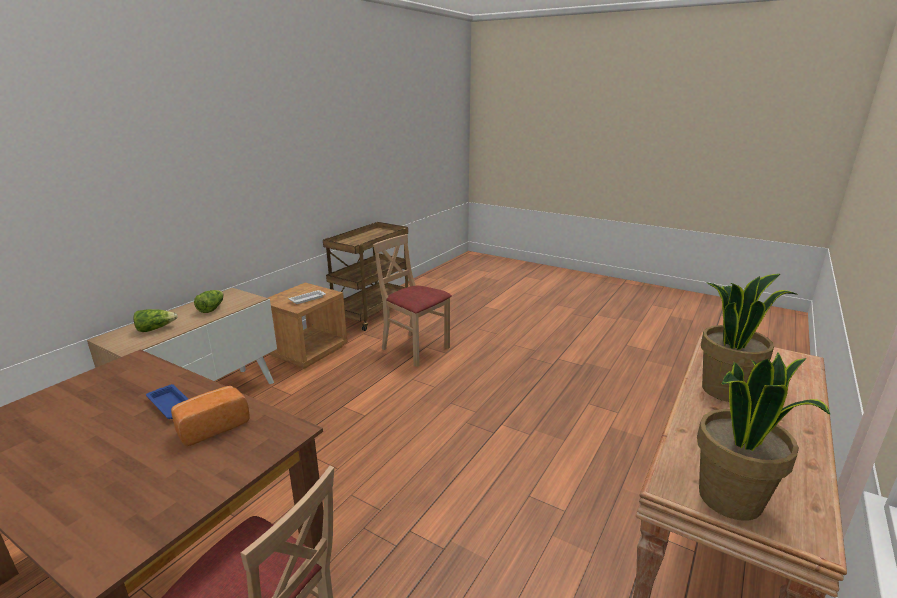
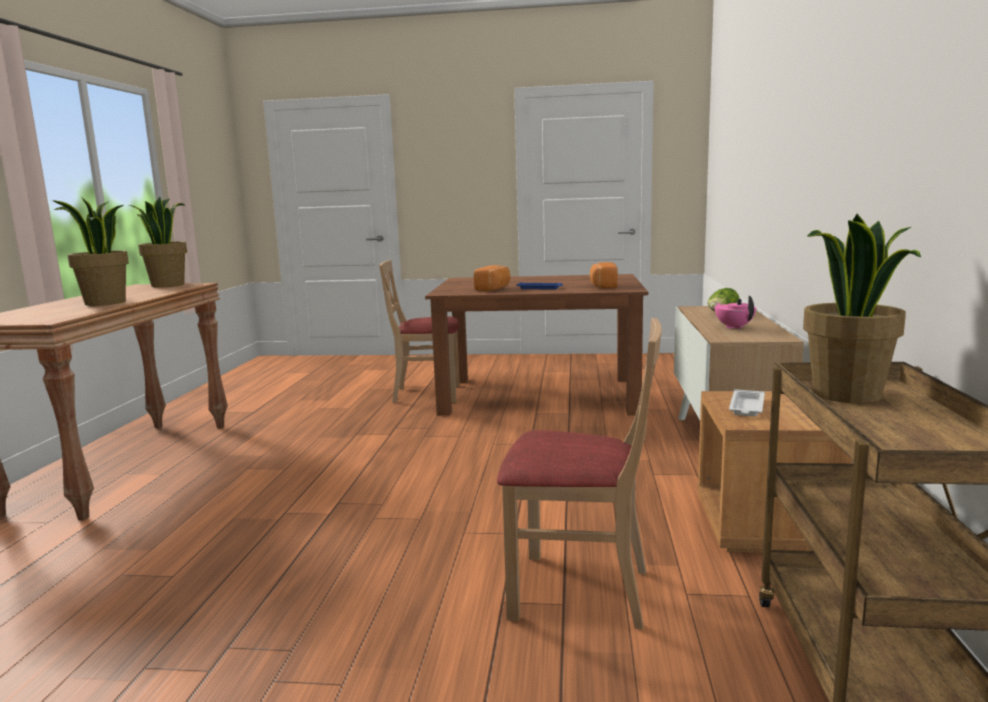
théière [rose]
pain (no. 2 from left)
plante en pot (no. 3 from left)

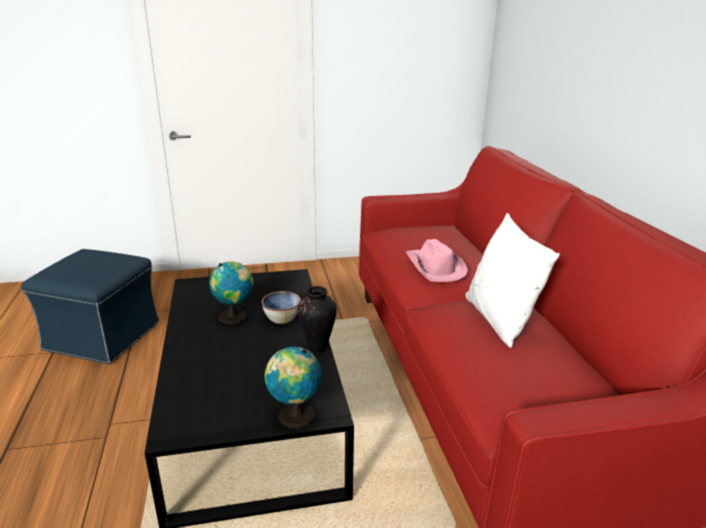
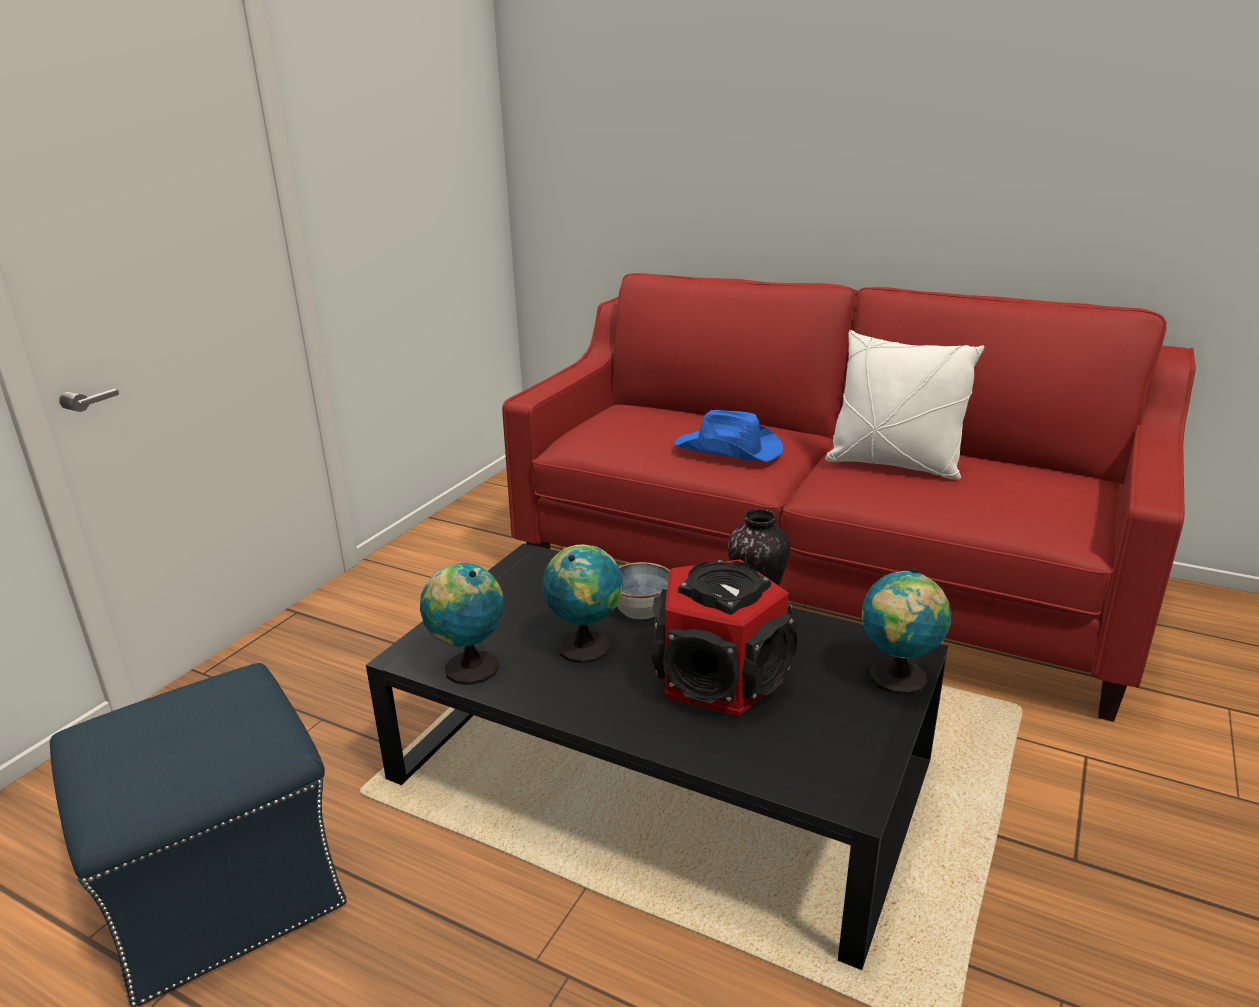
chapeau [bleu]
globe (no. 1 from left)
enceinte

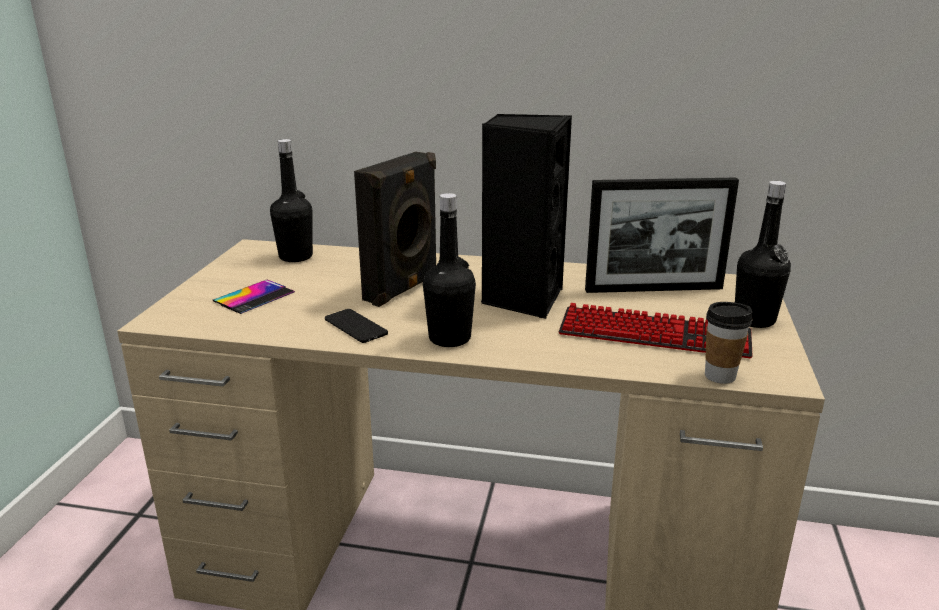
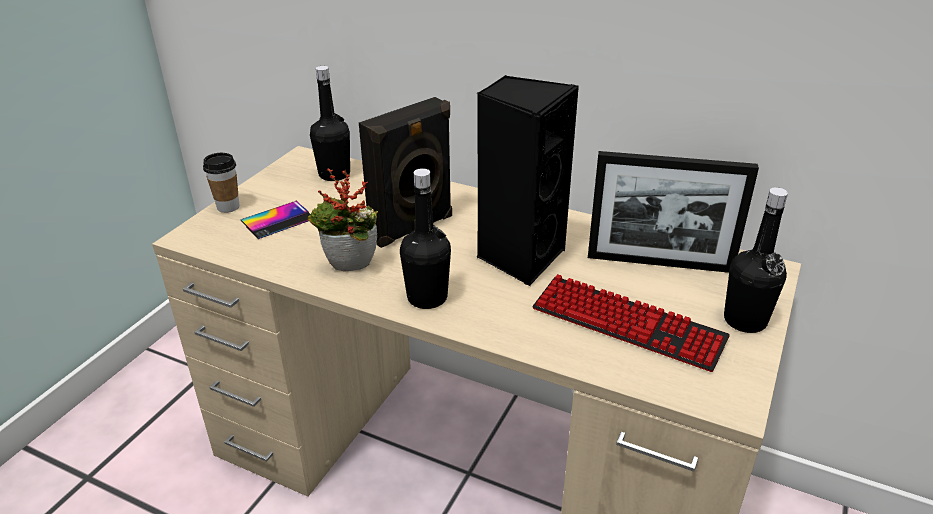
plante en pot
tasse

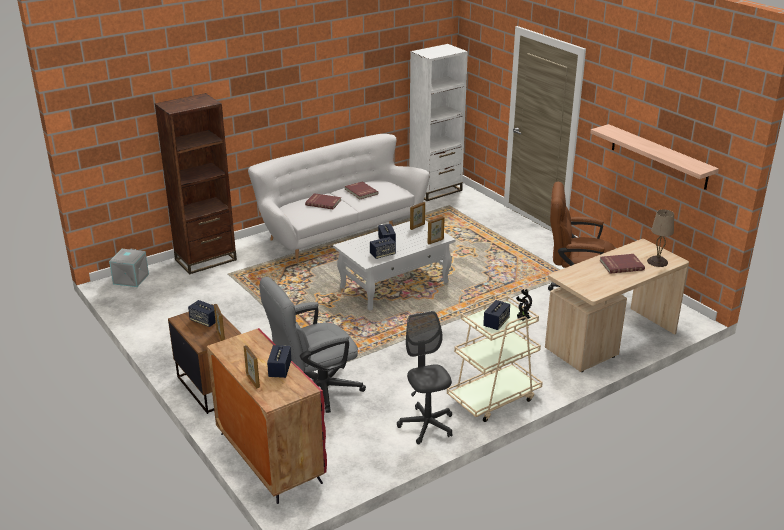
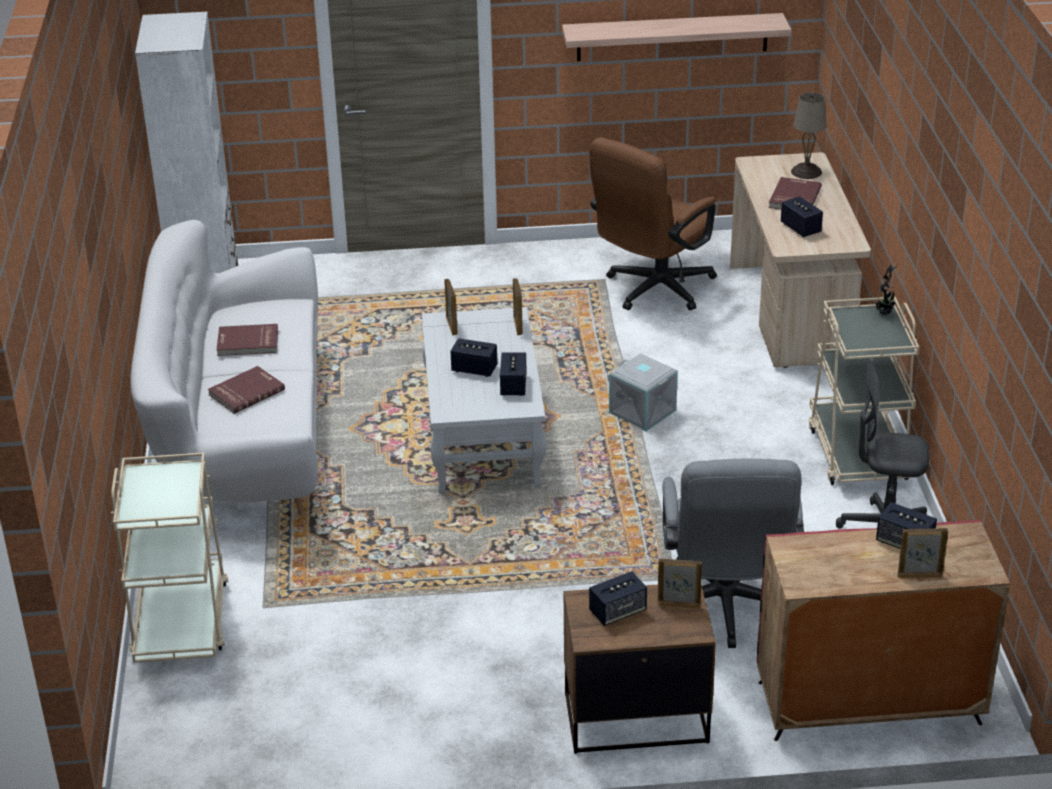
boîte de rangement [gris]
chariot [beige] (no. 1 from left)
enceinte (no. 4 from left)

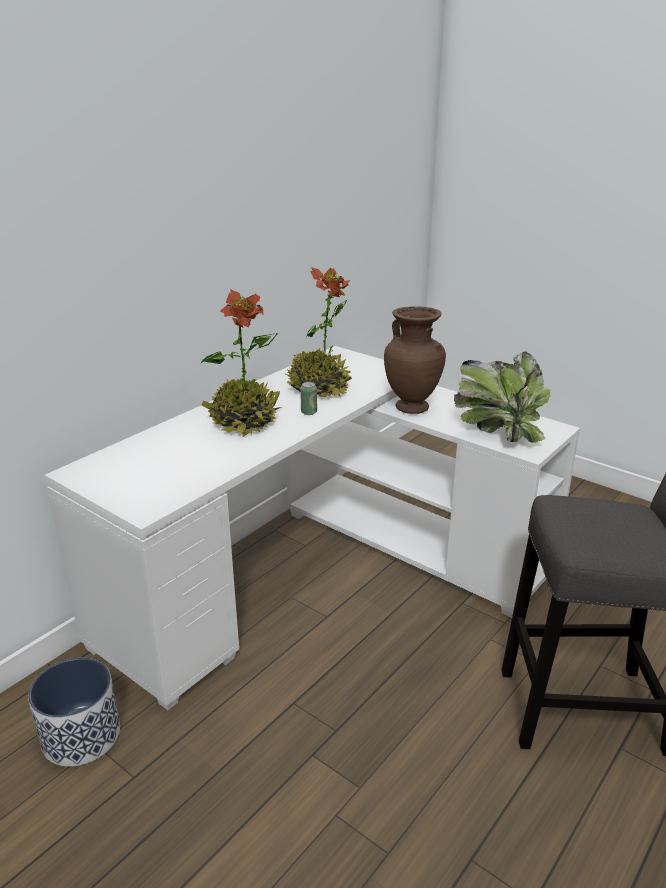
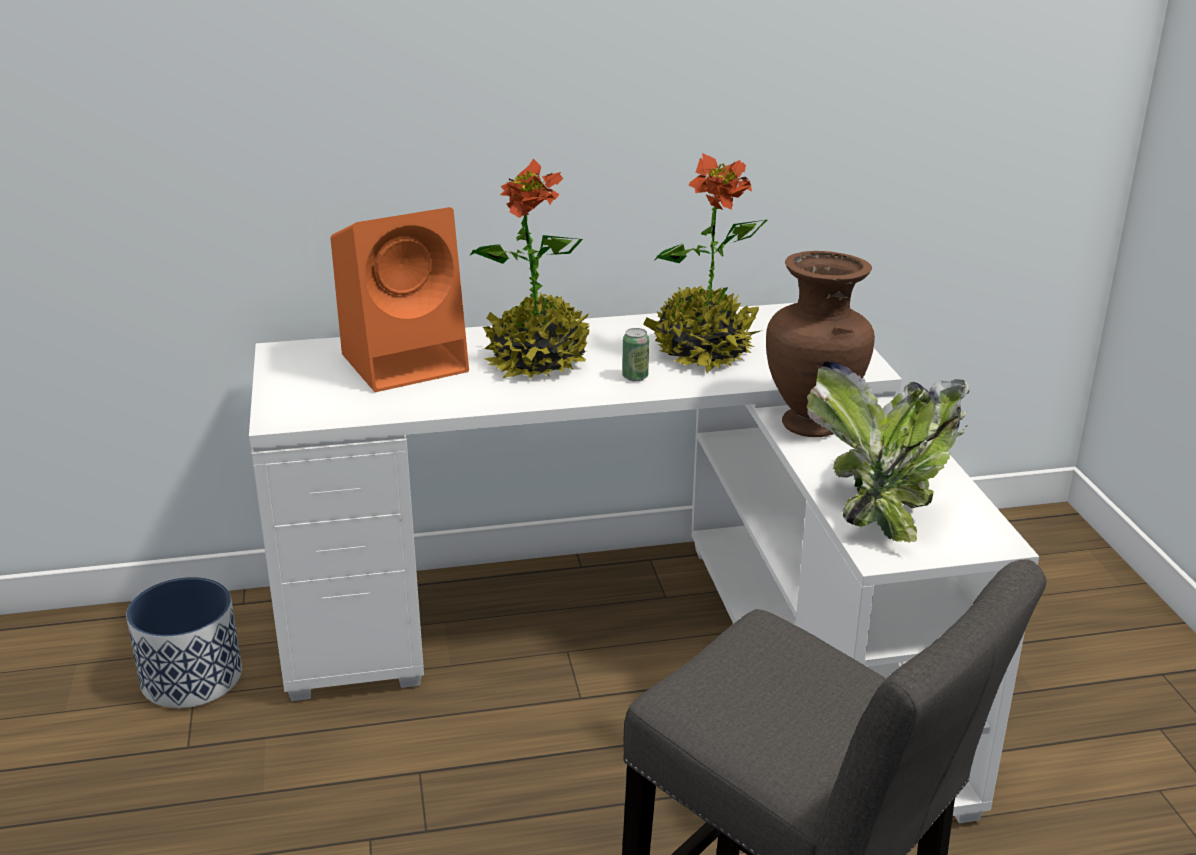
enceinte [orange]

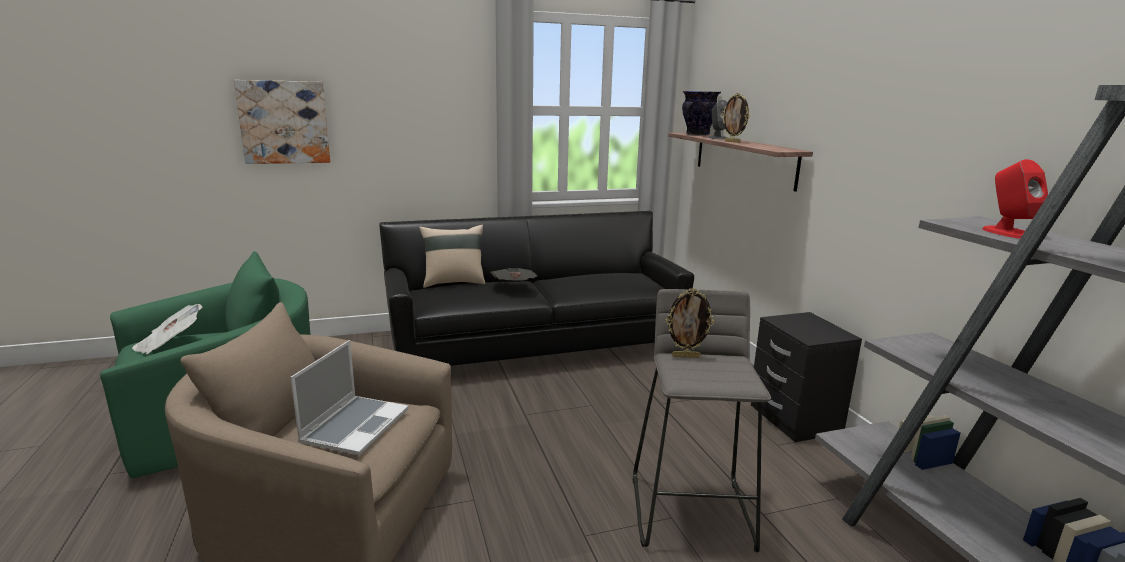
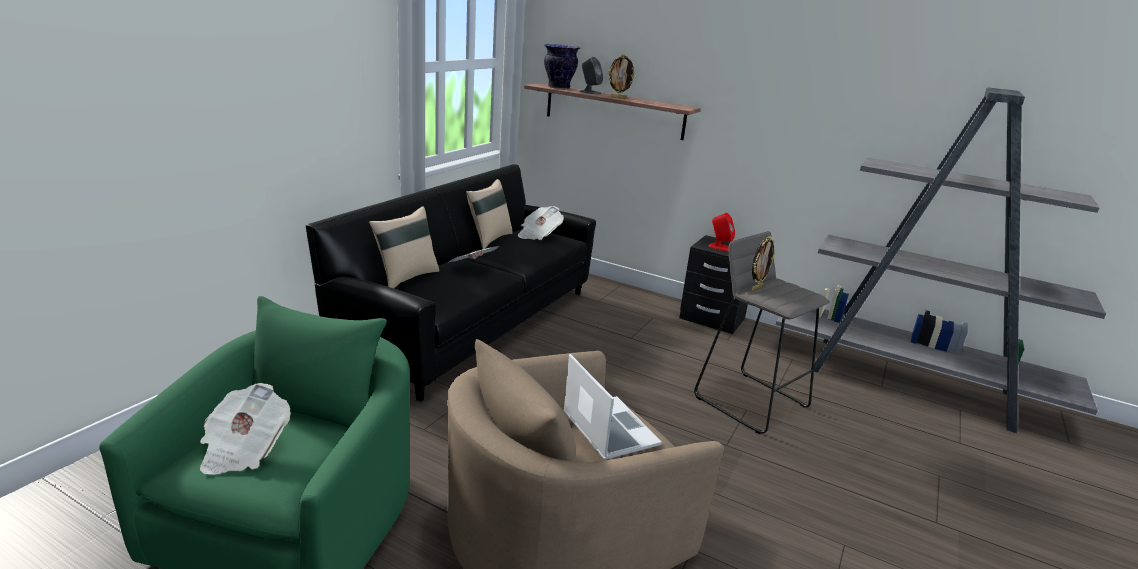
tableau
enceinte [rouge]
coussin [beige] (no. 2 from left)
journal (no. 3 from left)

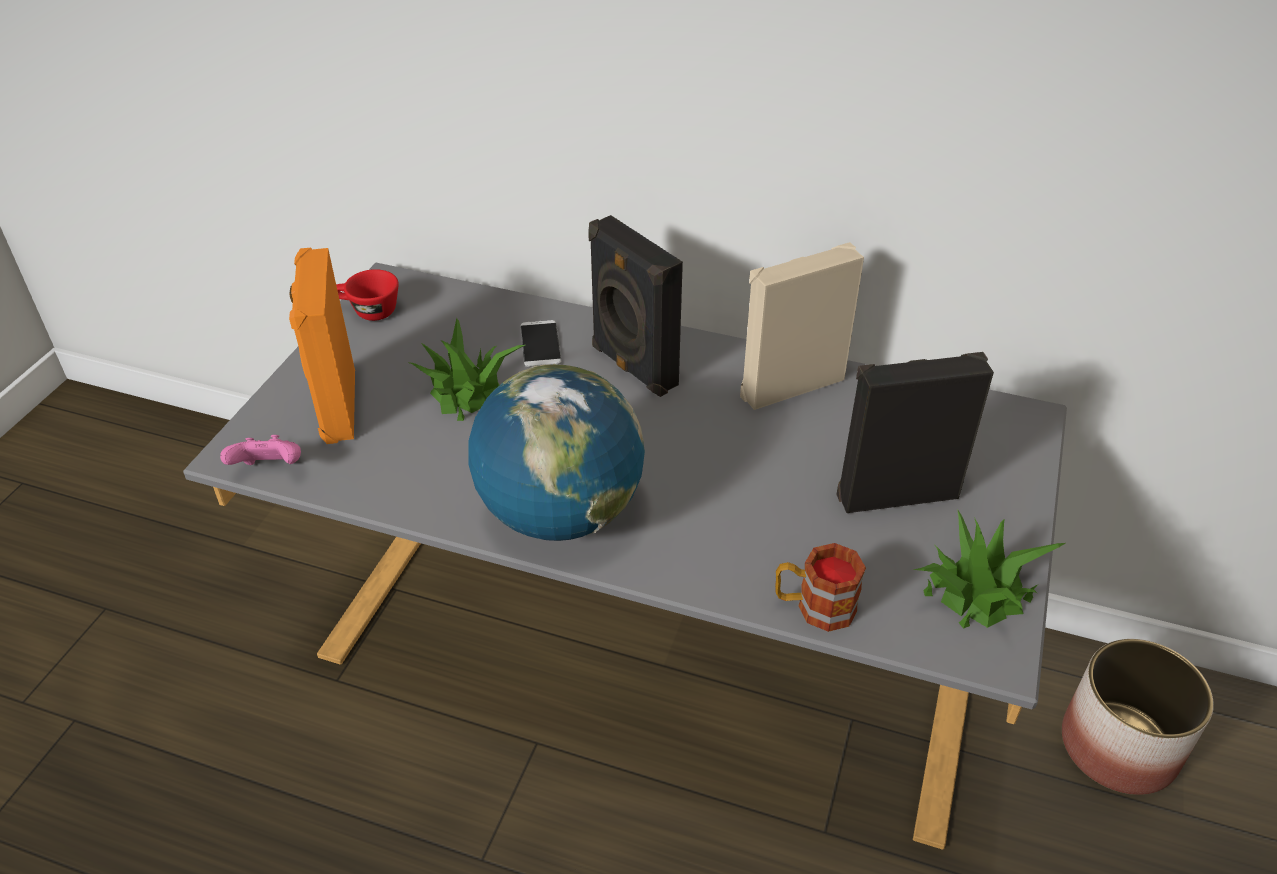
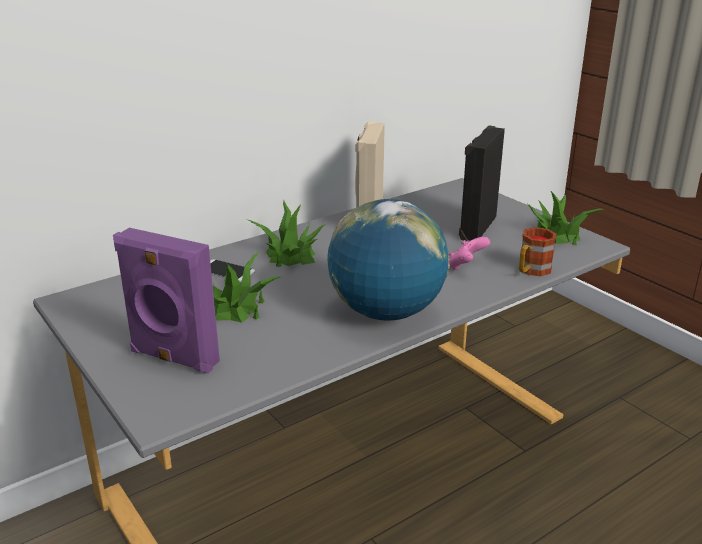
manette [rose]
enceinte [violet]
tasse [rouge]
plante en pot (no. 2 from left)
cache-pot

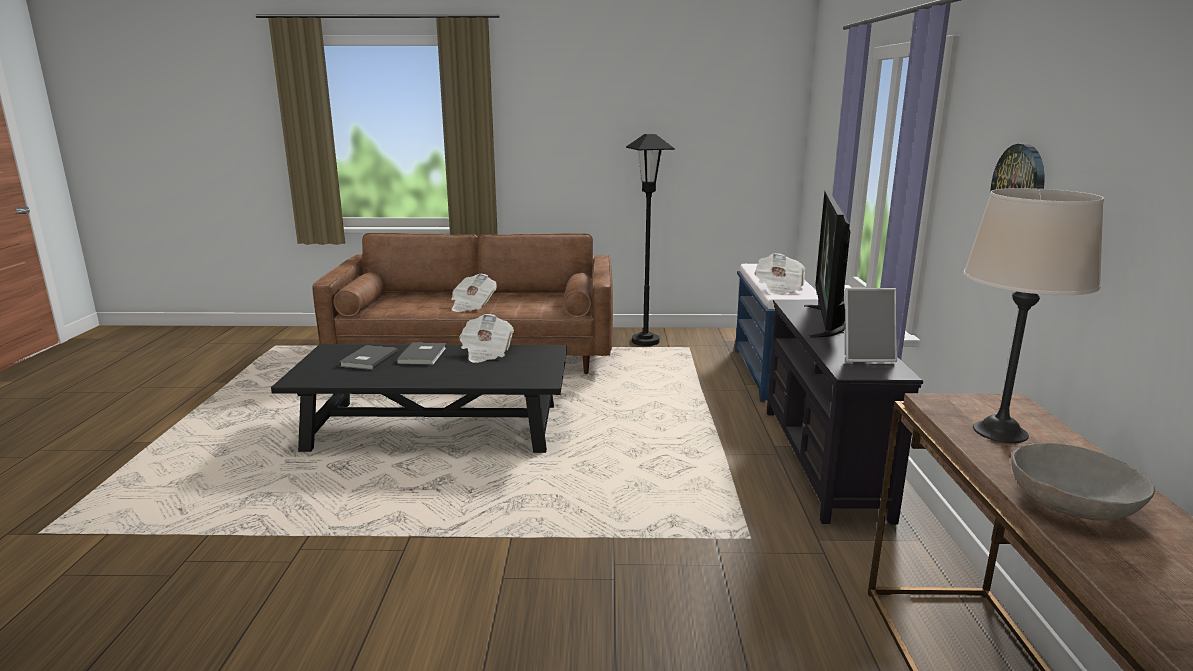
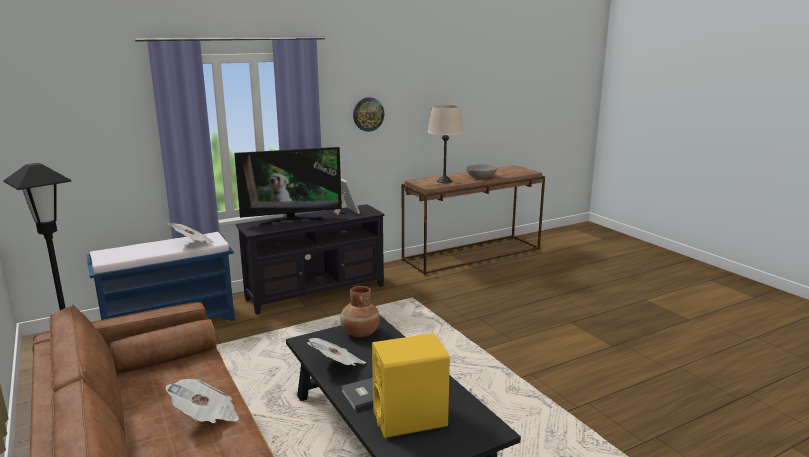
enceinte [jaune]
vase [marron]

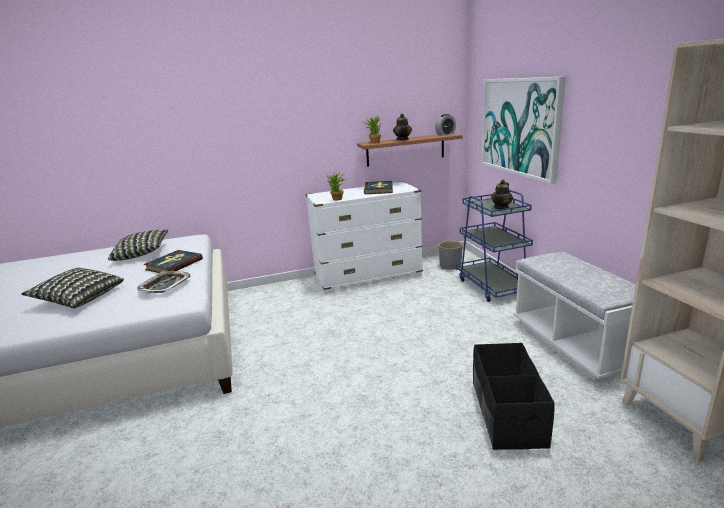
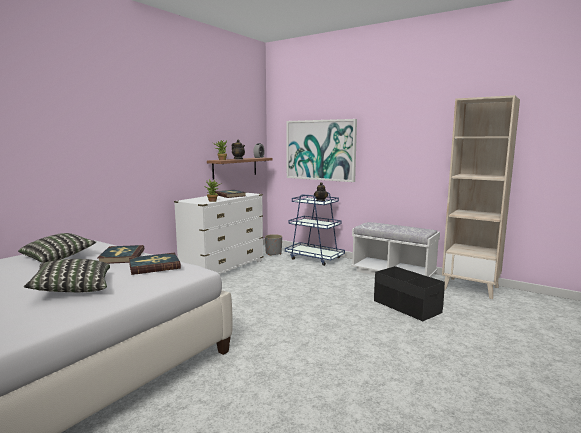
livre (no. 2 from left)

